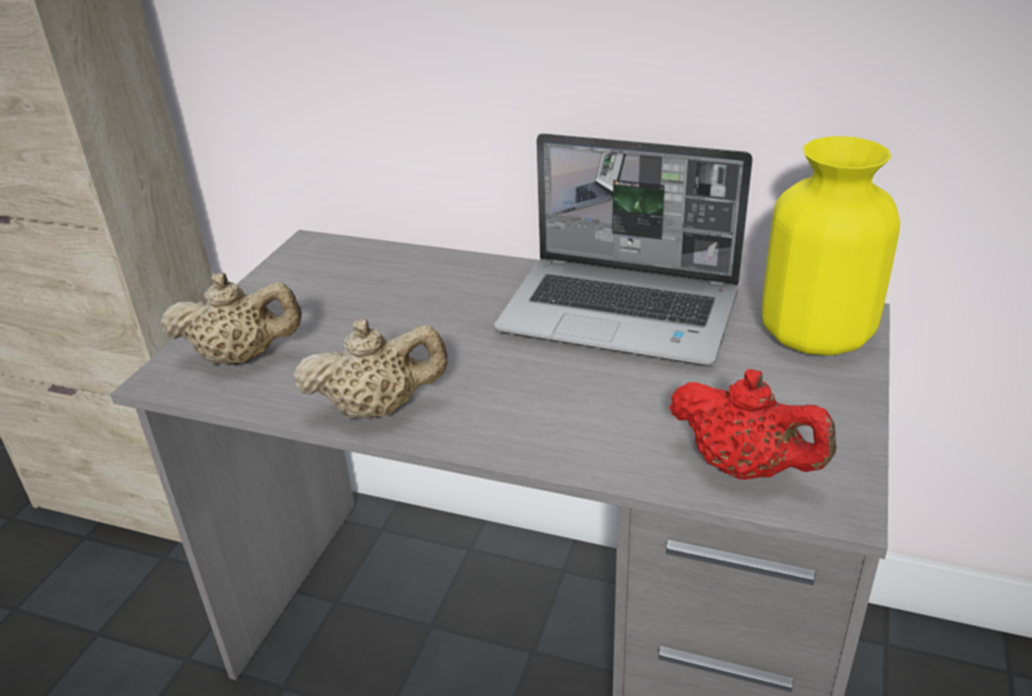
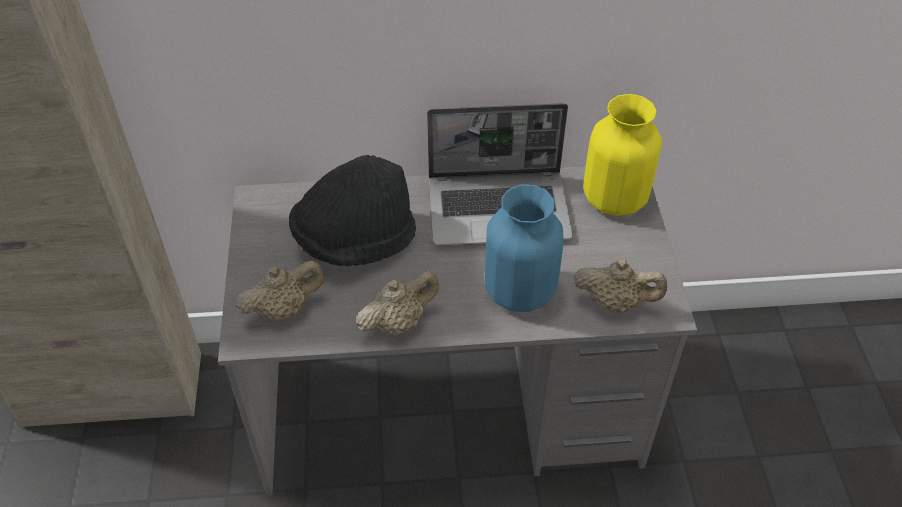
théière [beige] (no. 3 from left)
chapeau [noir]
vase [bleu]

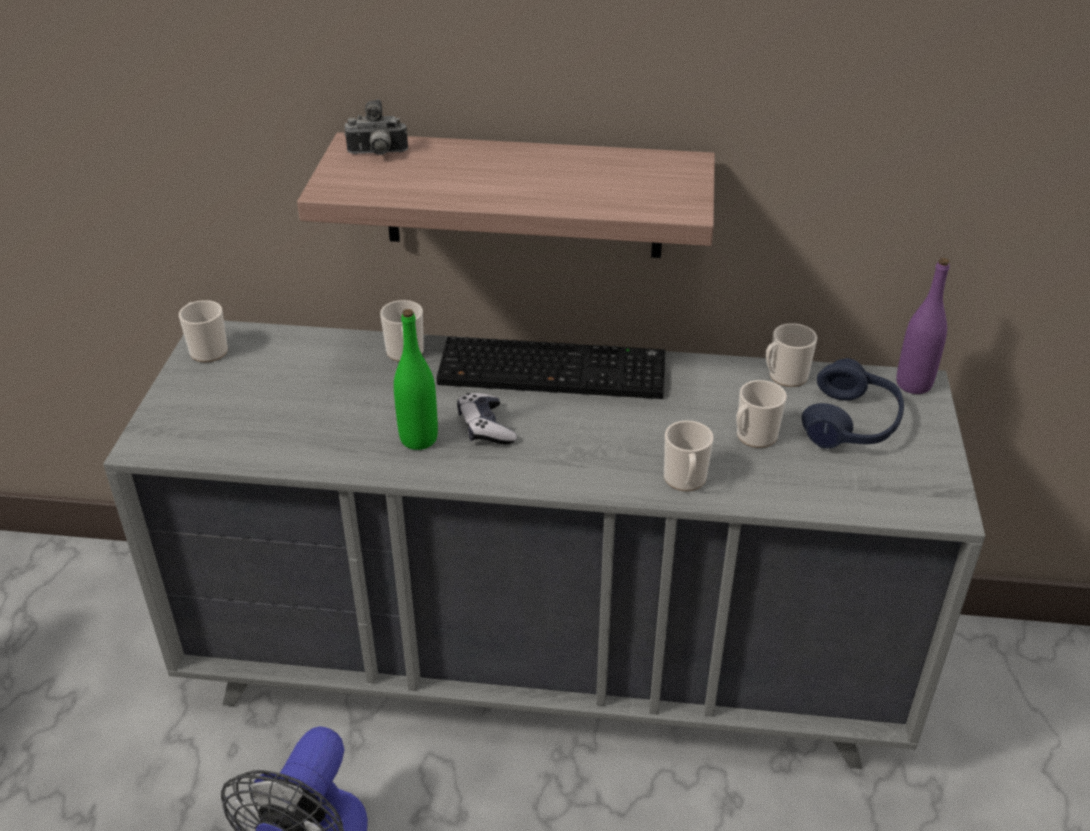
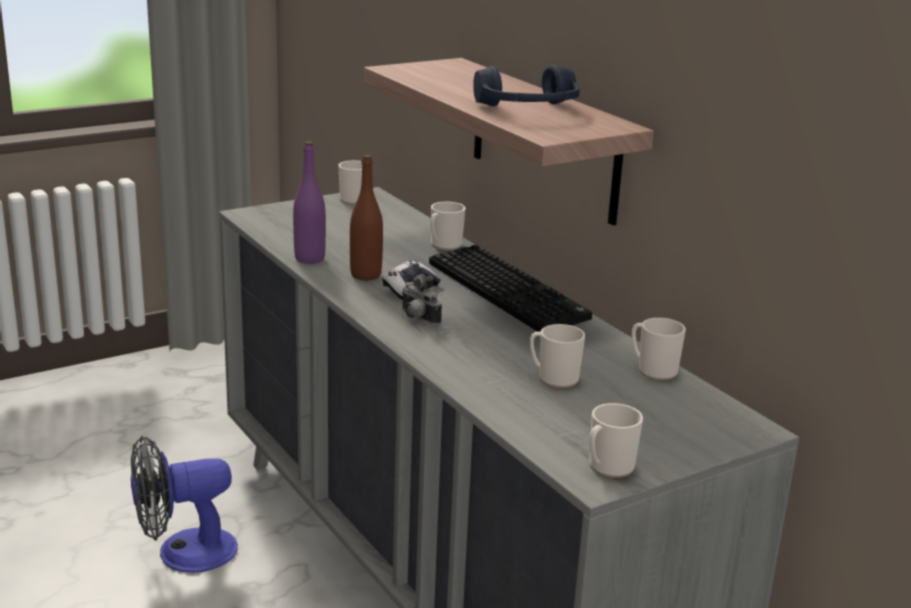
appareil photo
bouteille [marron]
mug (no. 4 from left)
casque audio [bleu]
bouteille [violet]

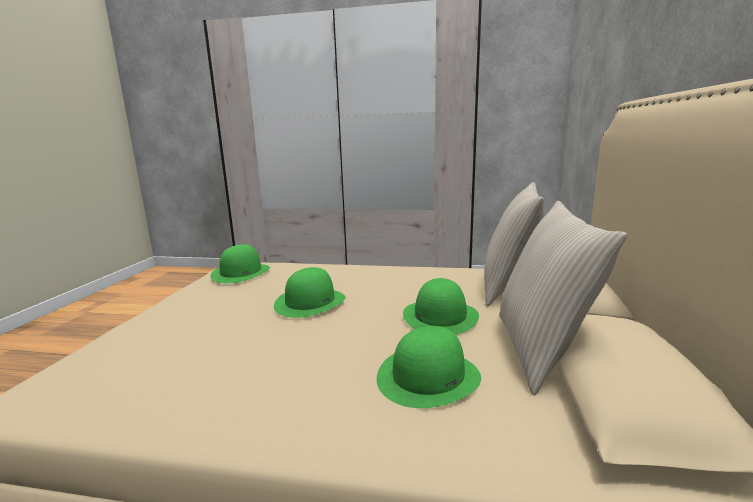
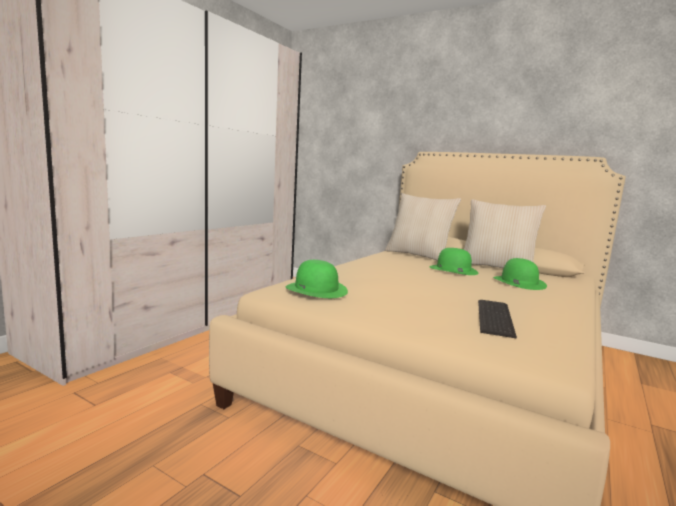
chapeau [vert] (no. 2 from left in the first image)
clavier

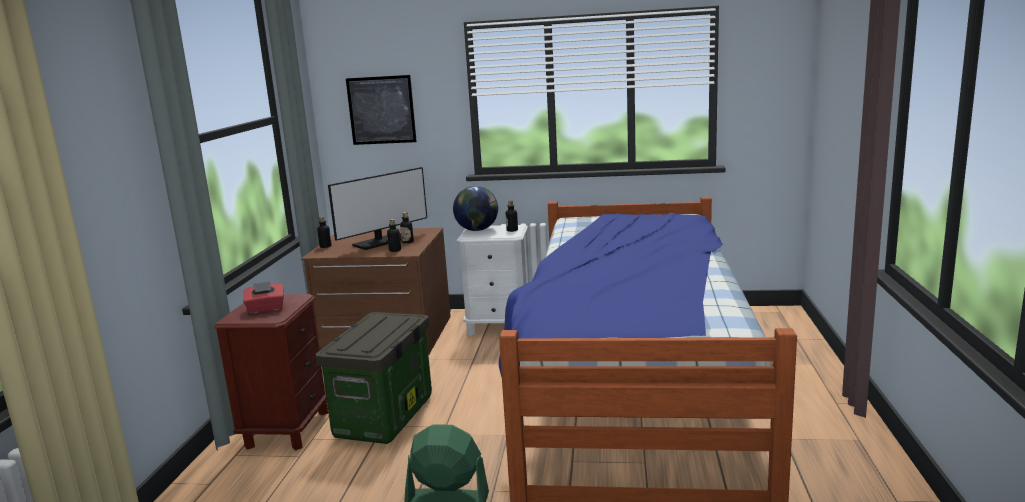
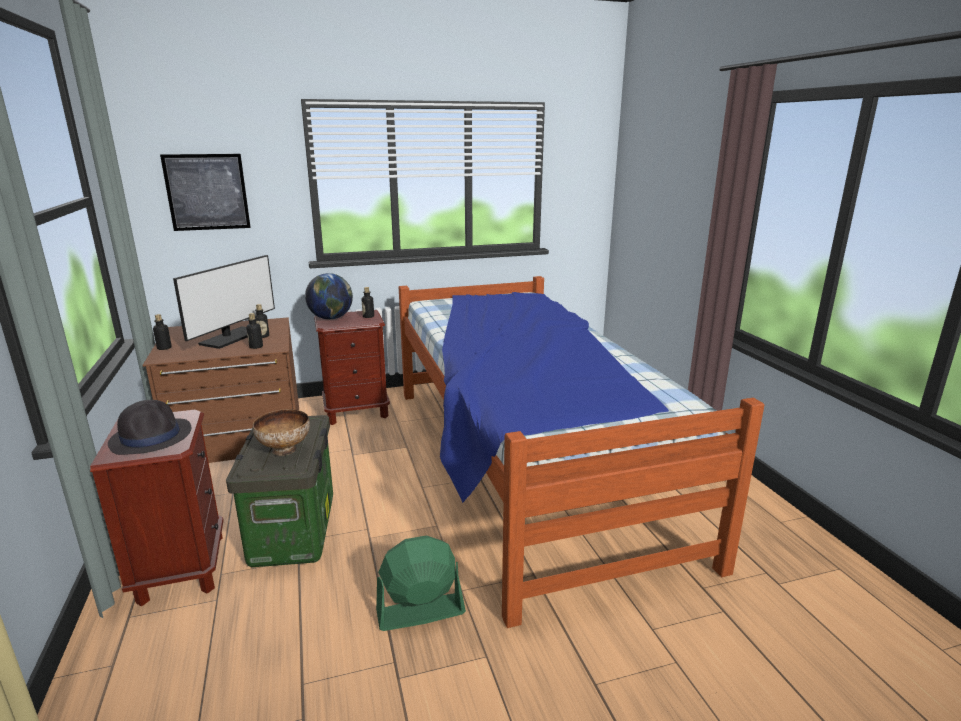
chapeau [noir]
table de chevet [marron] (no. 2 from left)
bol

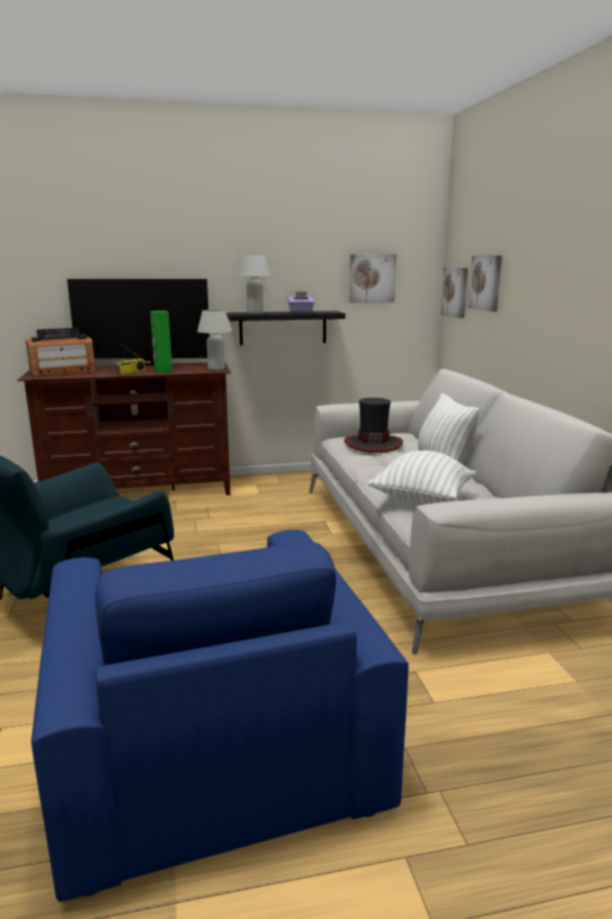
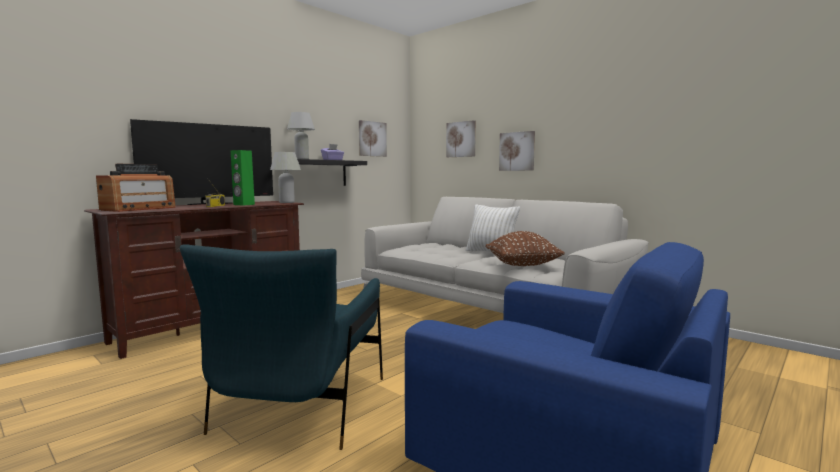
chapeau
coussin [marron]
tableau (no. 3 from left)

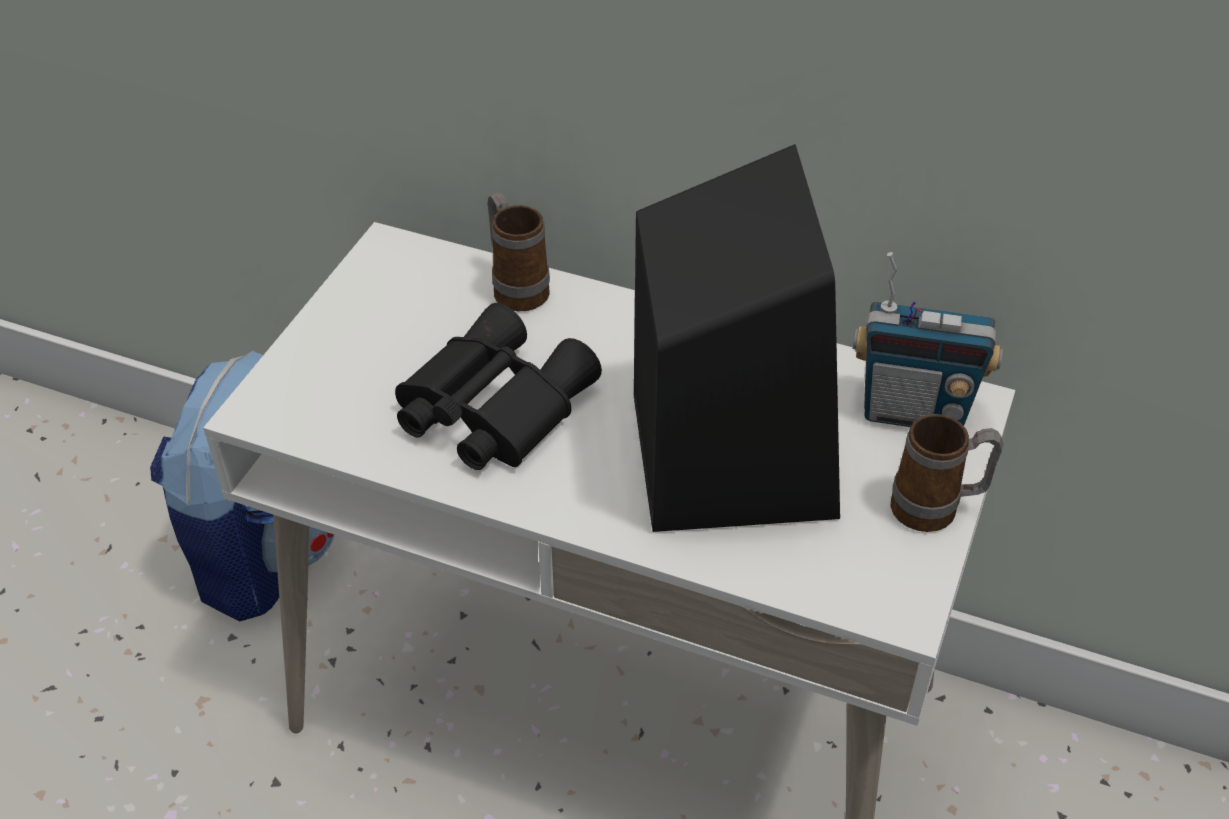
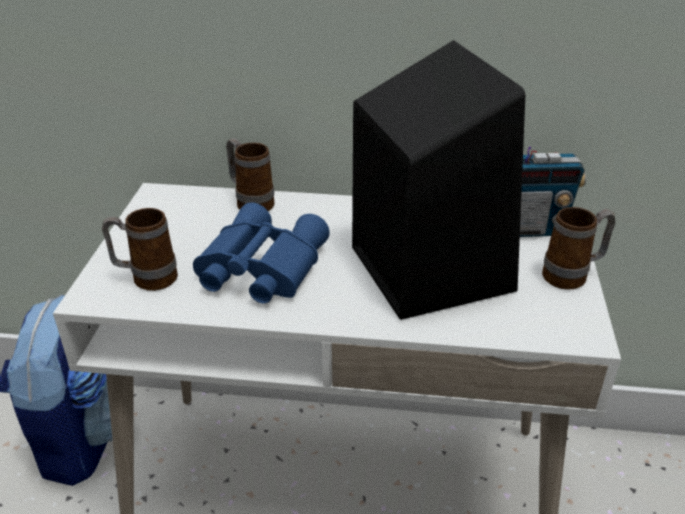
jumelles [bleu]
mug (no. 1 from left)

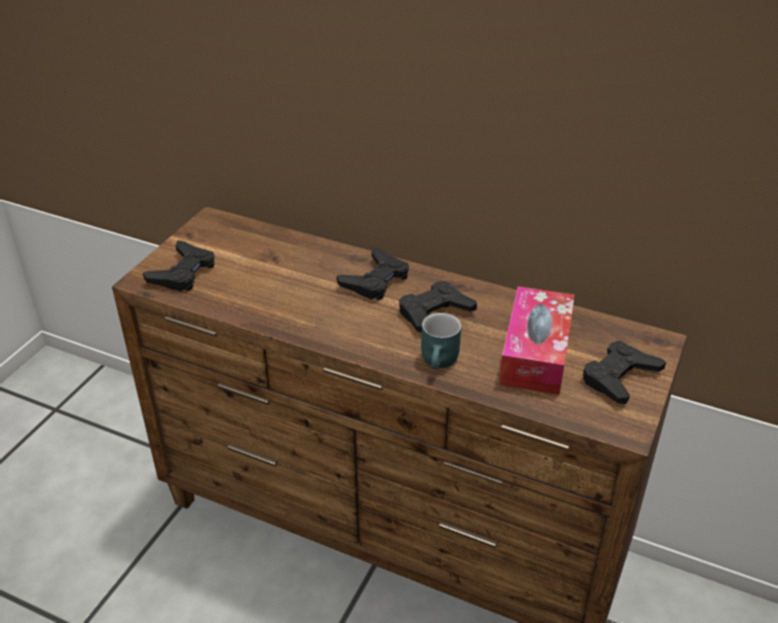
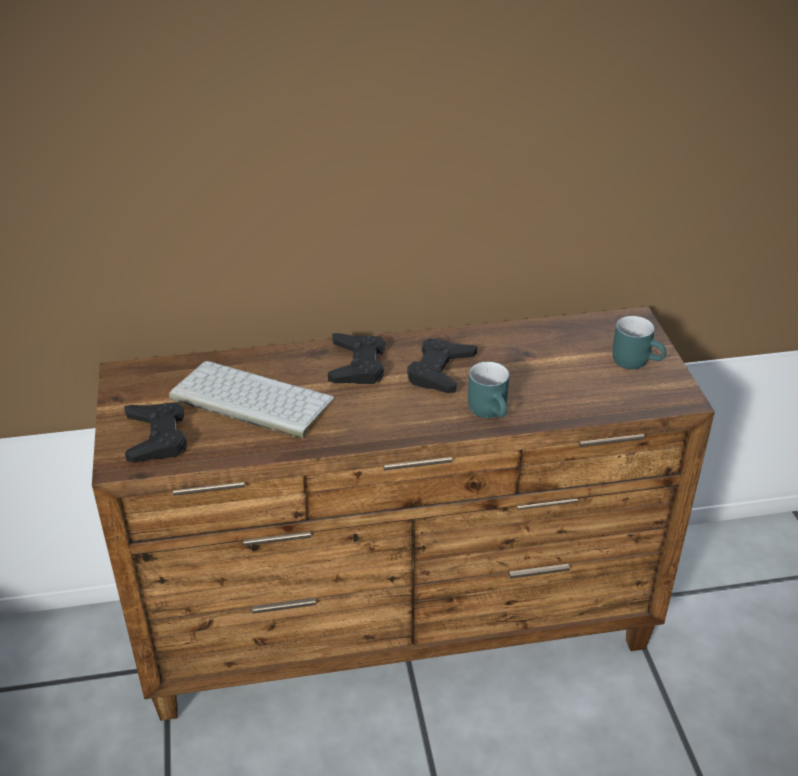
boîte à mouchoirs
mug [turquoise] (no. 2 from left)
clavier

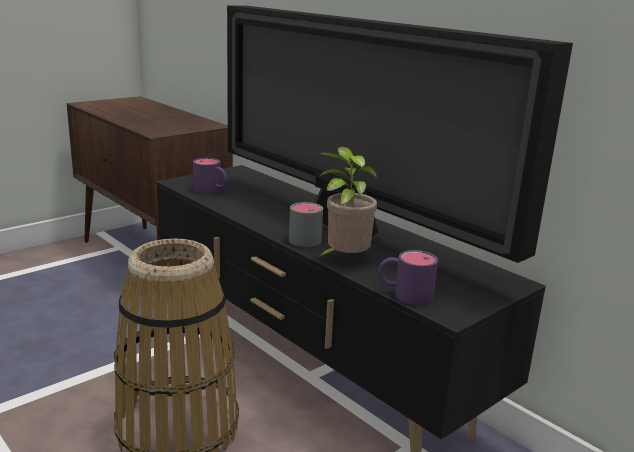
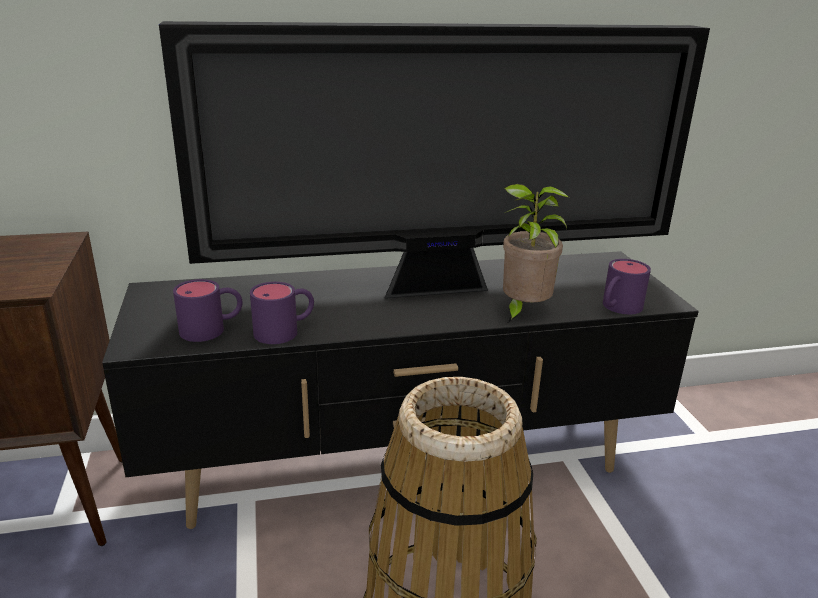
mug [gris]
mug [violet] (no. 2 from left)

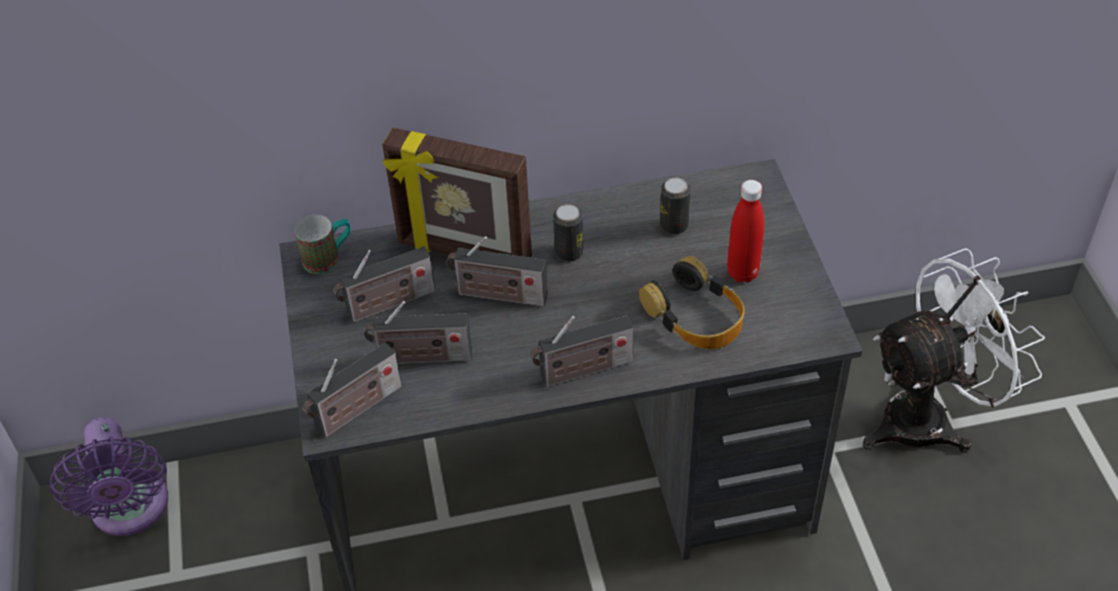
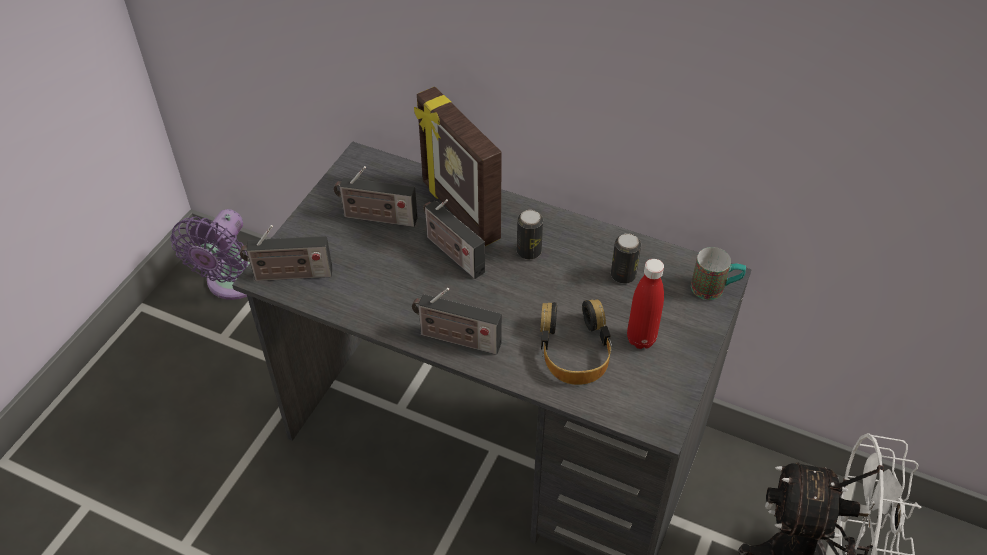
mug
radio (no. 3 from left in the first image)

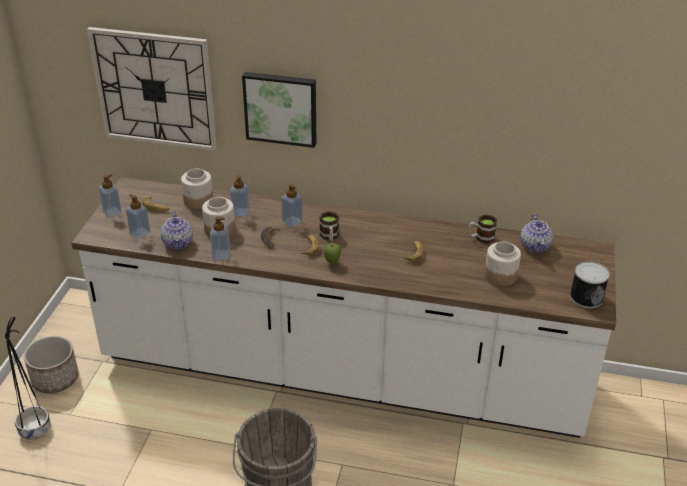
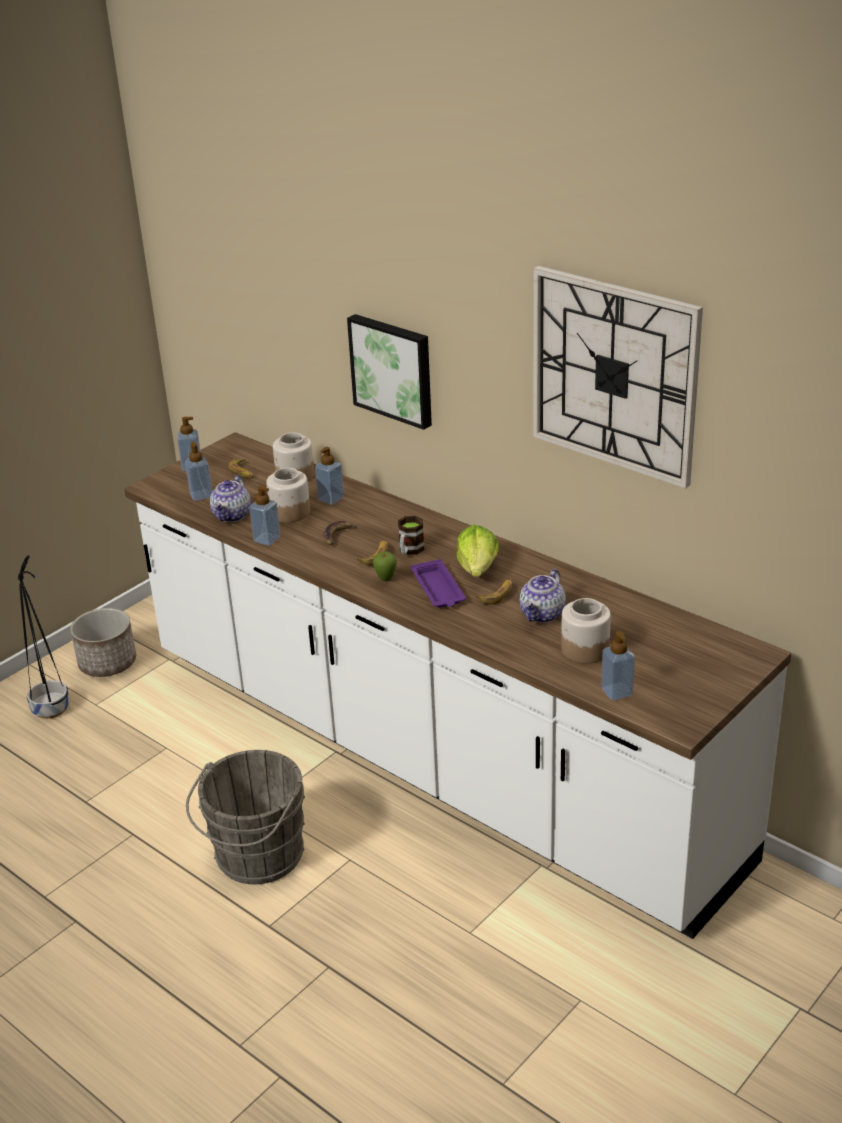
horloge murale
distributeur de savon (no. 5 from left)
mug (no. 2 from left in the first image)
théière (no. 2 from left)
boîte métallique
plateau [violet]
laitue

